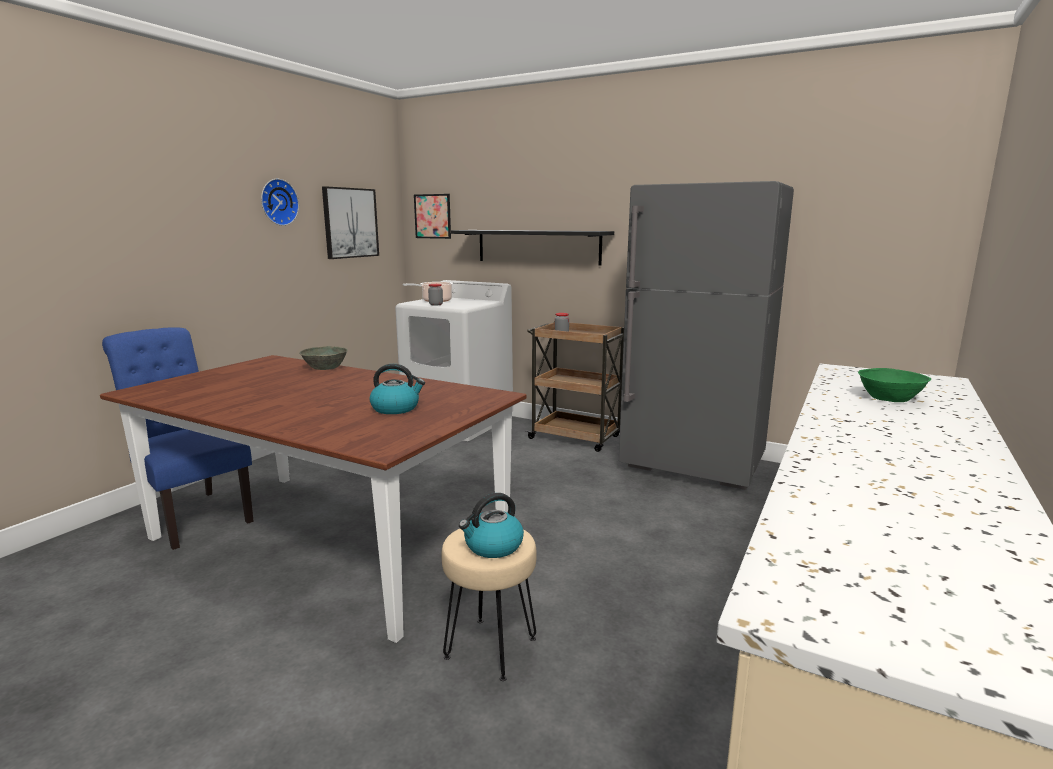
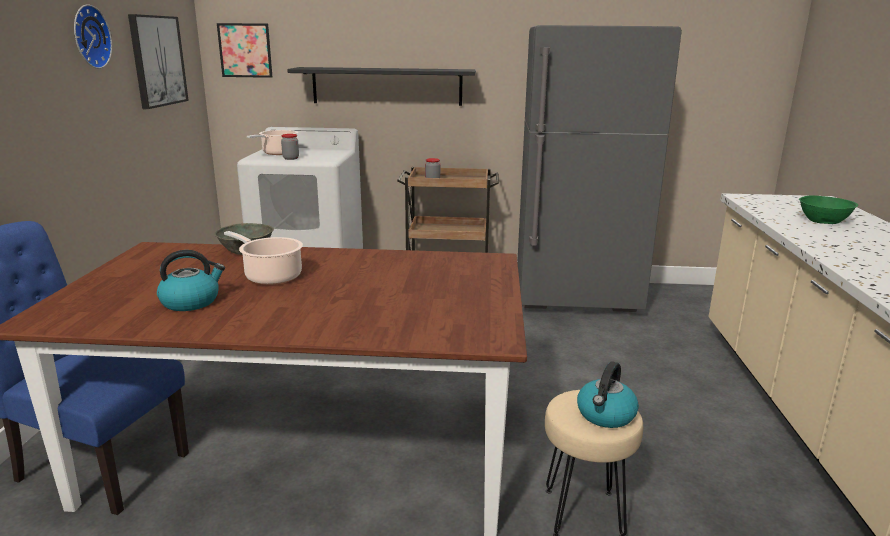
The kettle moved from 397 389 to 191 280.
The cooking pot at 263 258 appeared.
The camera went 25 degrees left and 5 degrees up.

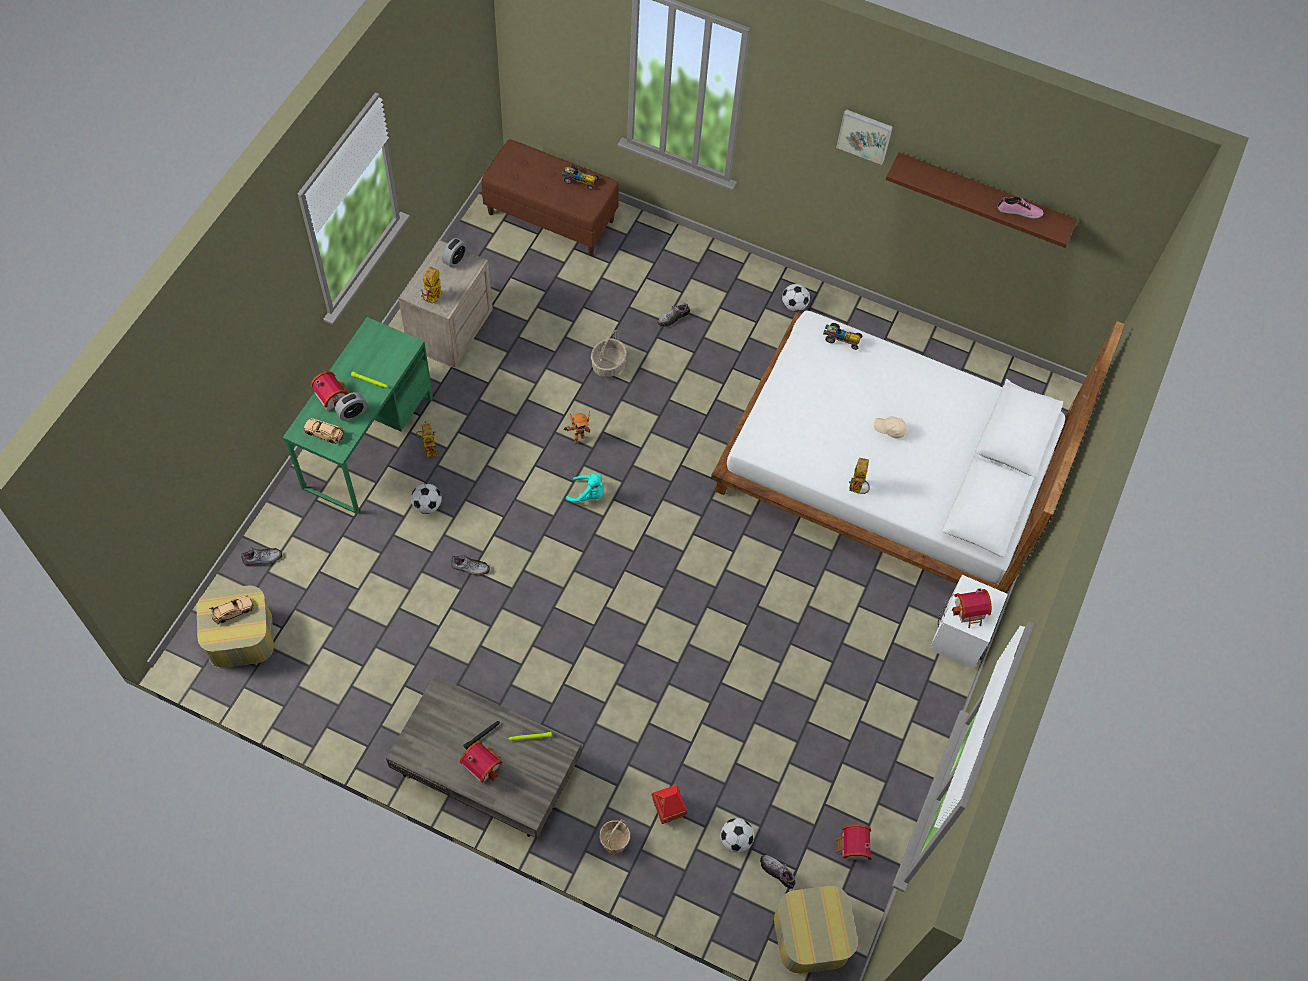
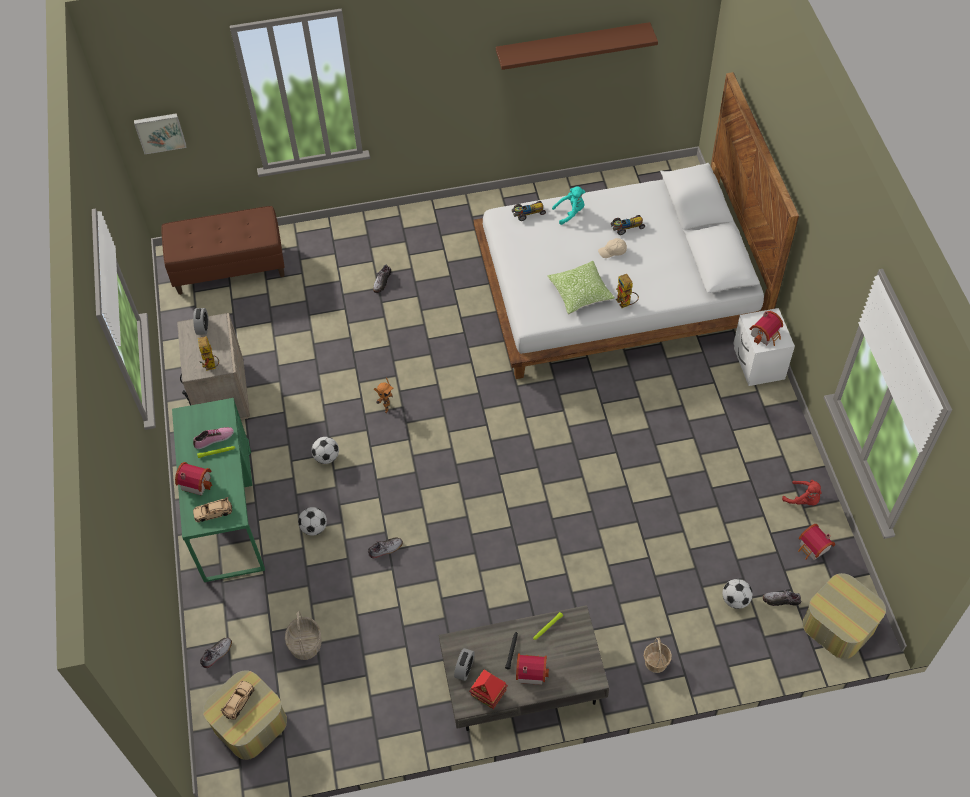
The picture moved from 864 137 to 160 133.
The toy car moved from 580 177 to 628 225.
The shoe moved from 1020 207 to 213 438.
The football moved from 796 298 to 325 450.
The basket moved from 609 353 to 303 635.
The alarm clock moved from 351 406 to 464 664.
The toy robot at 426 439 disappeared.
The turquoise plush toy moved from 585 487 to 568 206.
The toy house moved from 669 804 to 488 689.
The pillow at 581 287 appeared.
The red plush toy at 802 492 appeared.
The camera went 30 degrees left and 5 degrees down.

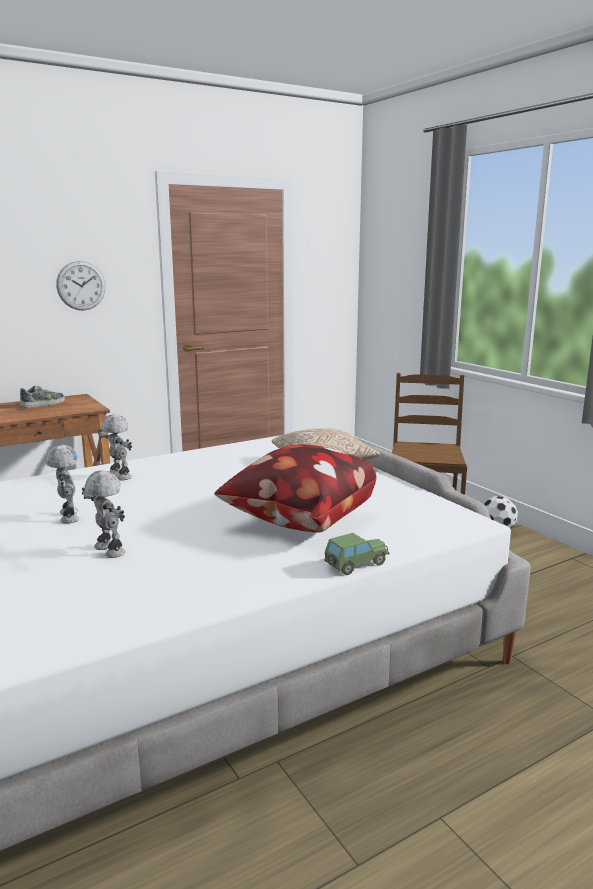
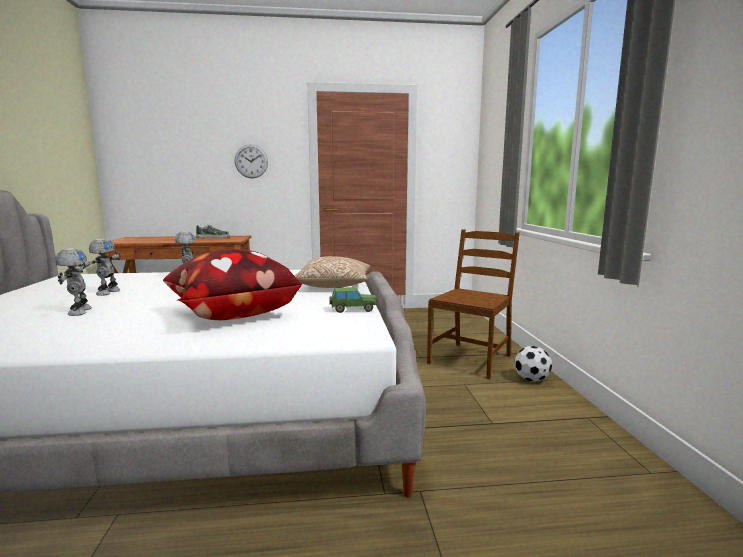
The toy car moved from 357 554 to 353 300.
The camera went 25 degrees right and 5 degrees down.

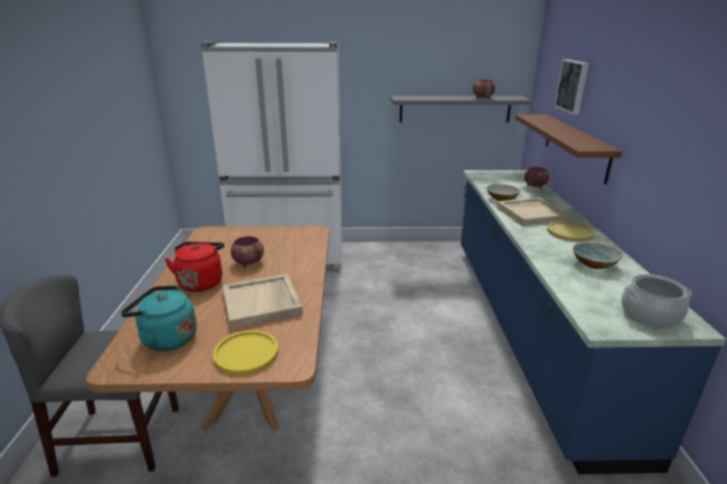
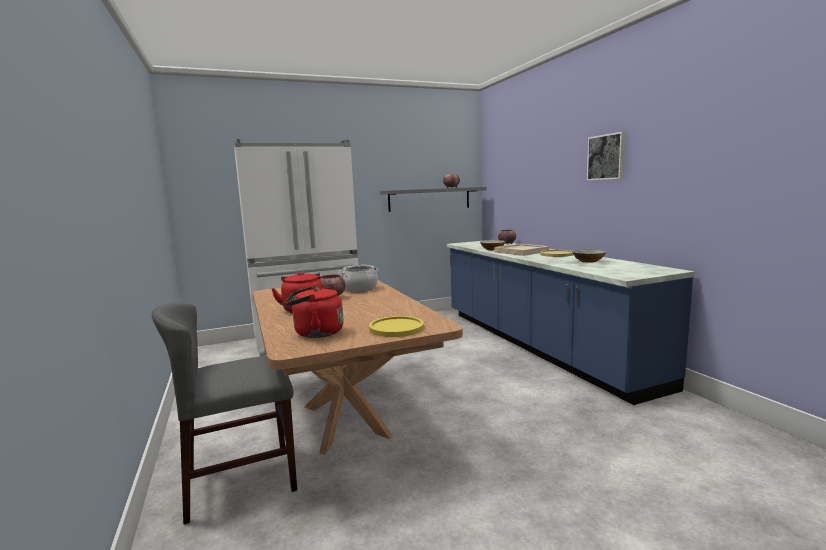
The picture moved from 571 87 to 606 156.
The brown shelf at 568 149 disappeared.
The beige tray at 262 301 disappeared.
The cooking pot moved from 656 301 to 359 278.
The turquoise kettle at 159 318 became the red kettle at 314 311.
The camera went 20 degrees left and 15 degrees down.

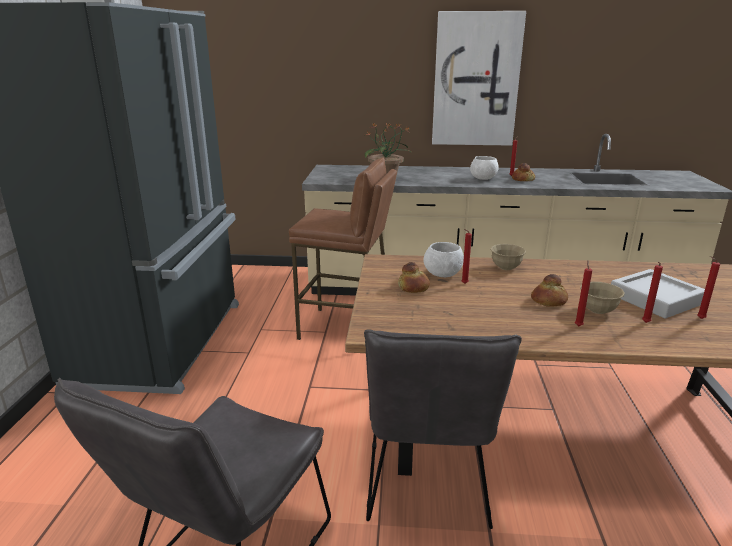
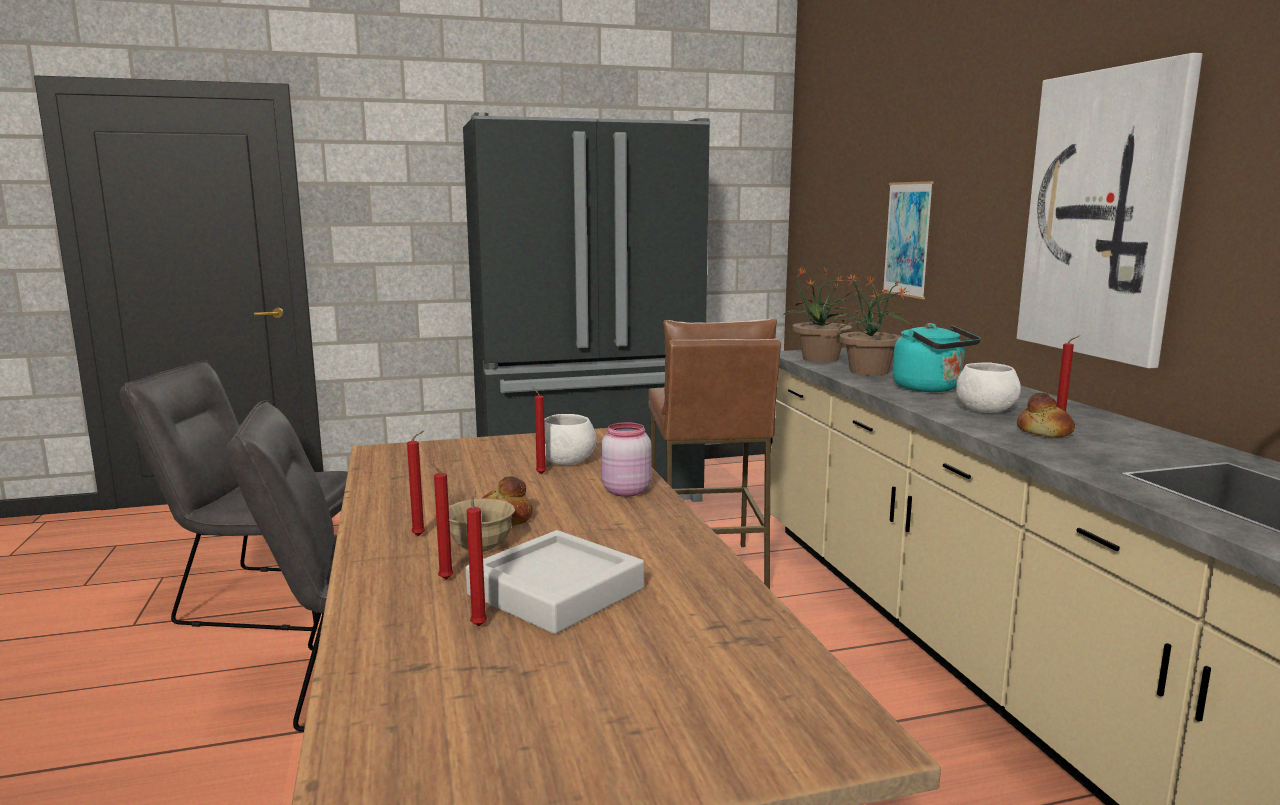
The beige bowl at 508 257 was replaced by the pink jar at 626 459.
The bread at 414 277 disappeared.
The picture at 908 240 appeared.
The potted plant at 821 315 appeared.
The turquoise kettle at 937 357 appeared.
The camera went 70 degrees right and 10 degrees down.

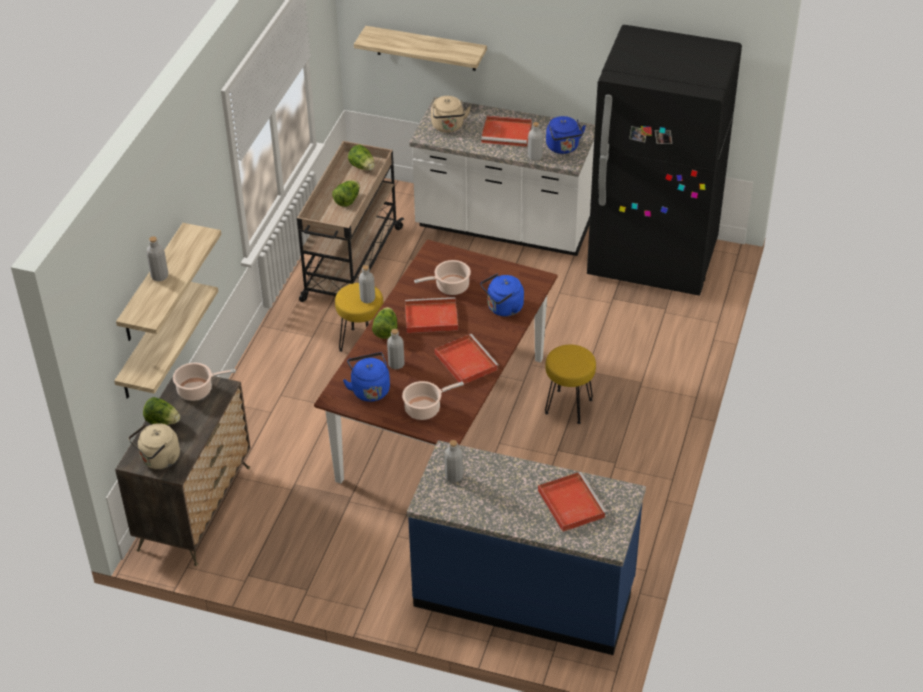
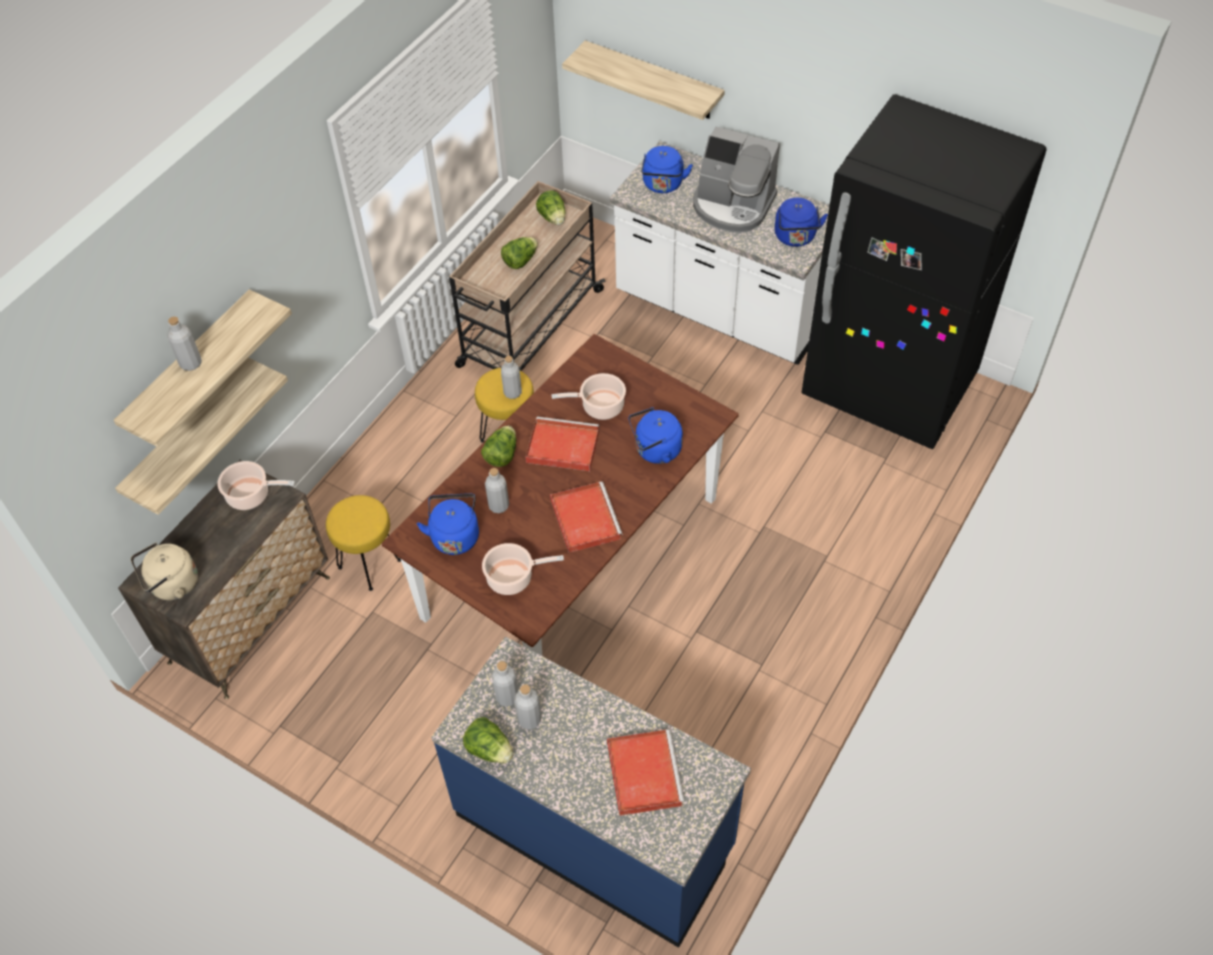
The beige kettle at 451 114 became the blue kettle at 667 169.
The red tray at 506 131 was replaced by the coffee machine at 736 180.
The grey bottle moved from 535 141 to 528 707.
The yellow stool moved from 570 384 to 363 543.
The lettuce moved from 161 411 to 488 740.
The camera went 15 degrees right and 10 degrees up.

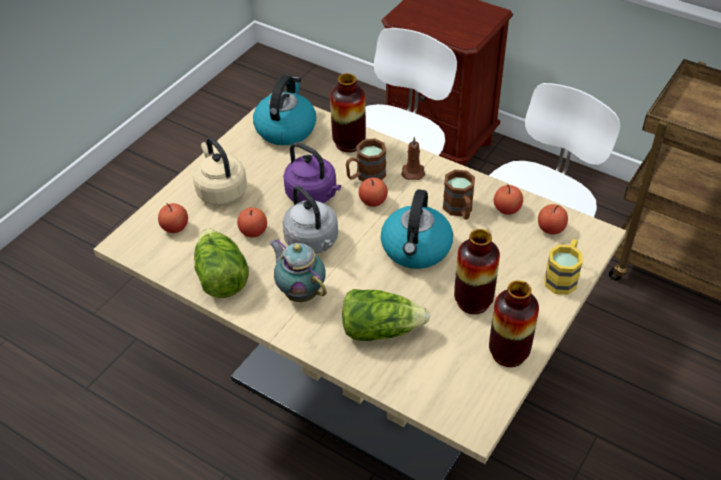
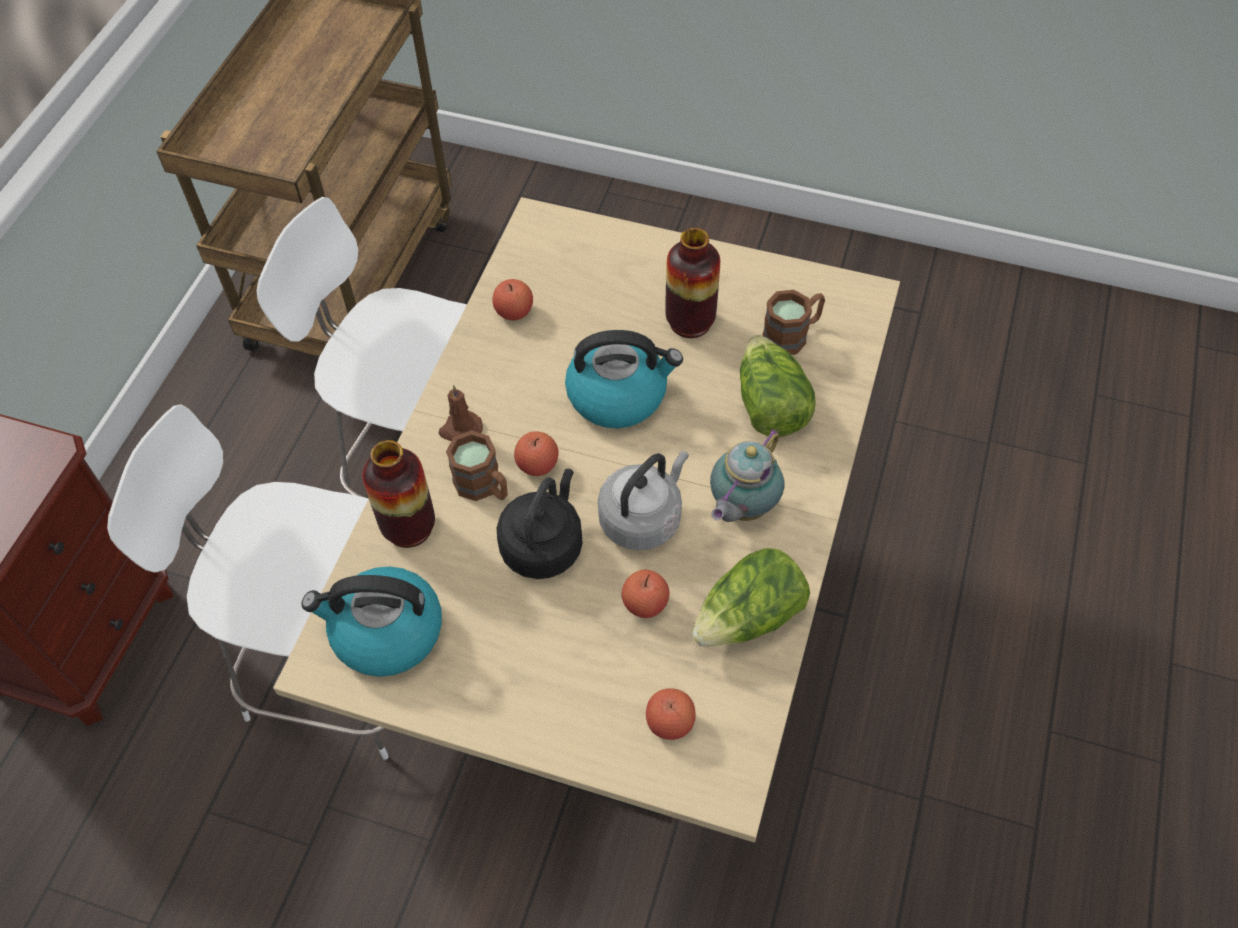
The beige kettle at 220 171 disappeared.
The purple kettle at 312 172 became the black kettle at 540 524.
The brown mug moved from 459 194 to 793 322.
The apple at 553 219 disappeared.
The yellow mug at 563 267 disappeared.
The vase at 514 323 disappeared.
The camera went 105 degrees left and 10 degrees up.

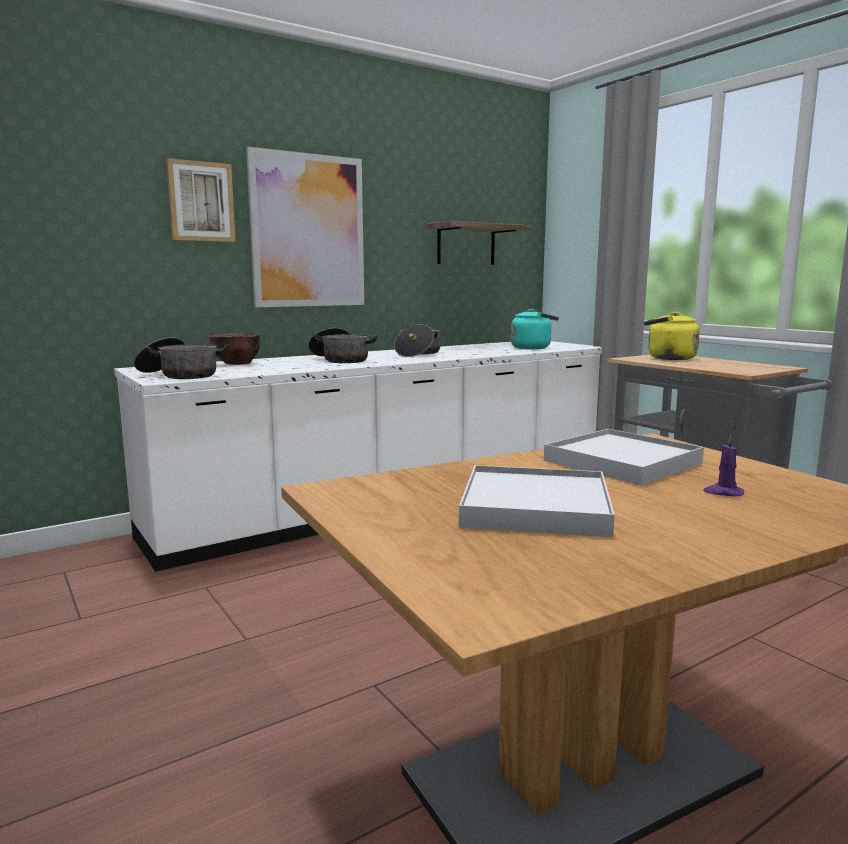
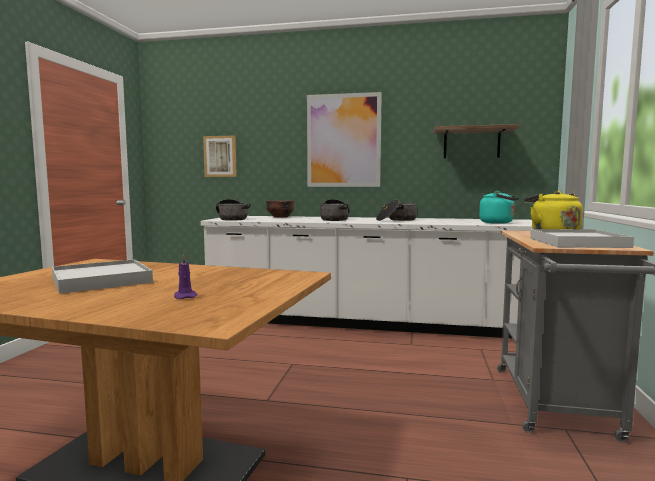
The picture moved from 201 200 to 220 156.
The white tray moved from 624 457 to 582 238.
The camera went 45 degrees right and 5 degrees down.

